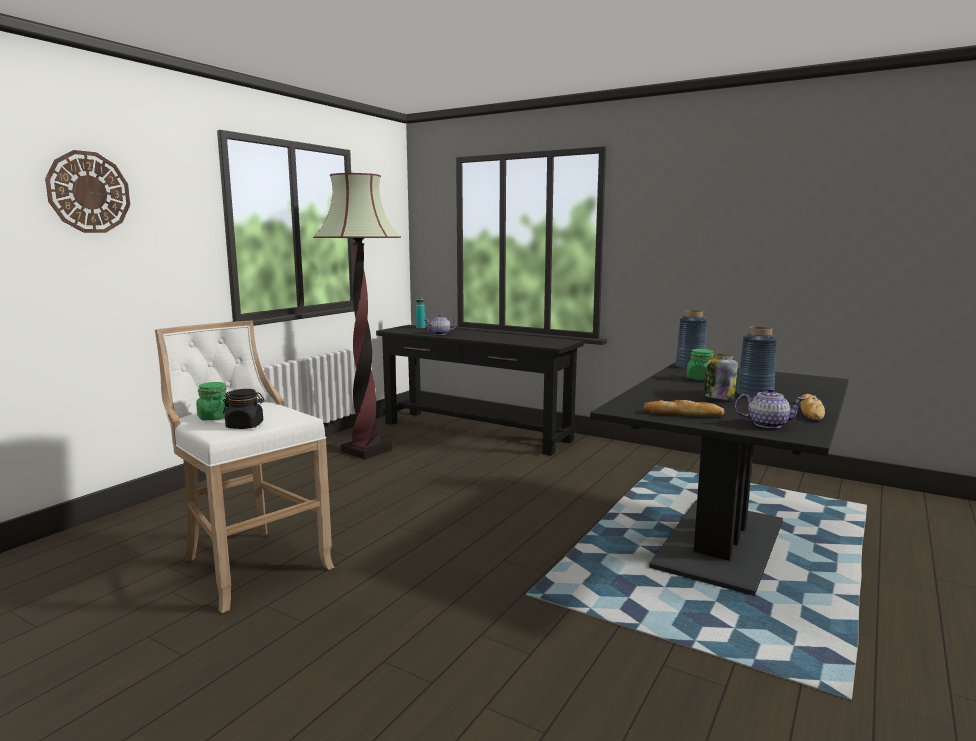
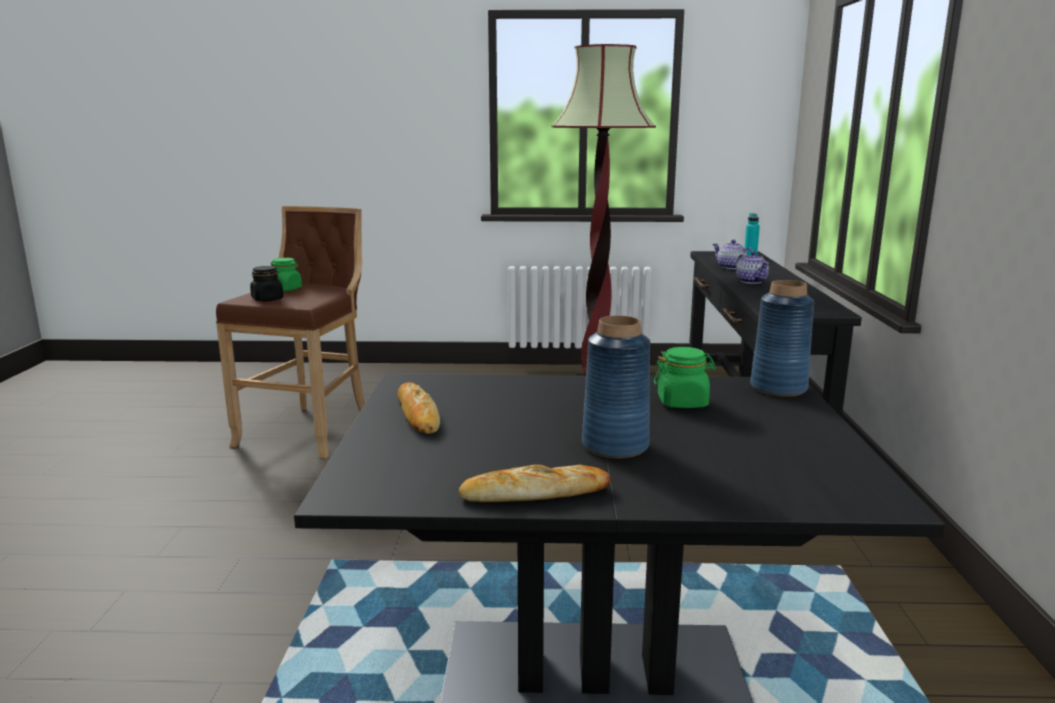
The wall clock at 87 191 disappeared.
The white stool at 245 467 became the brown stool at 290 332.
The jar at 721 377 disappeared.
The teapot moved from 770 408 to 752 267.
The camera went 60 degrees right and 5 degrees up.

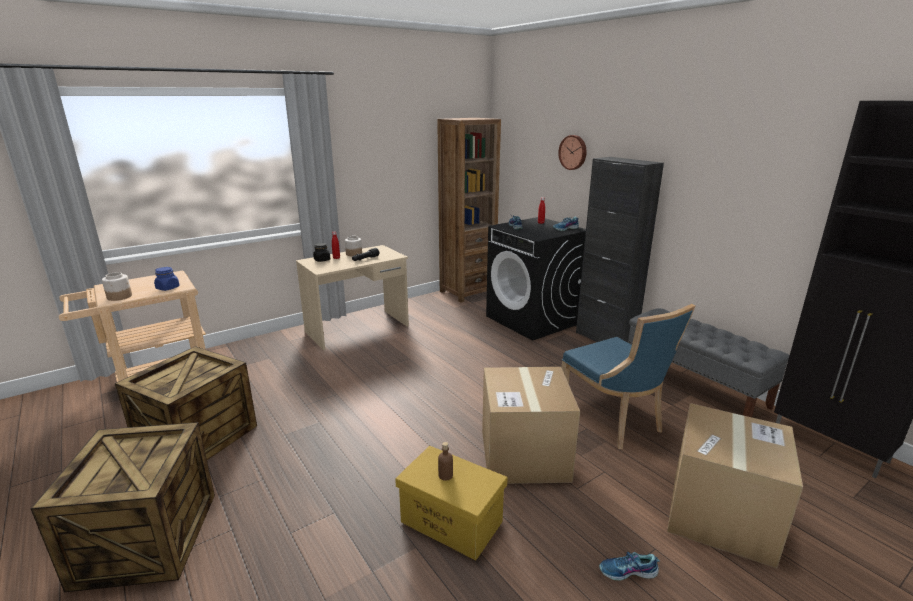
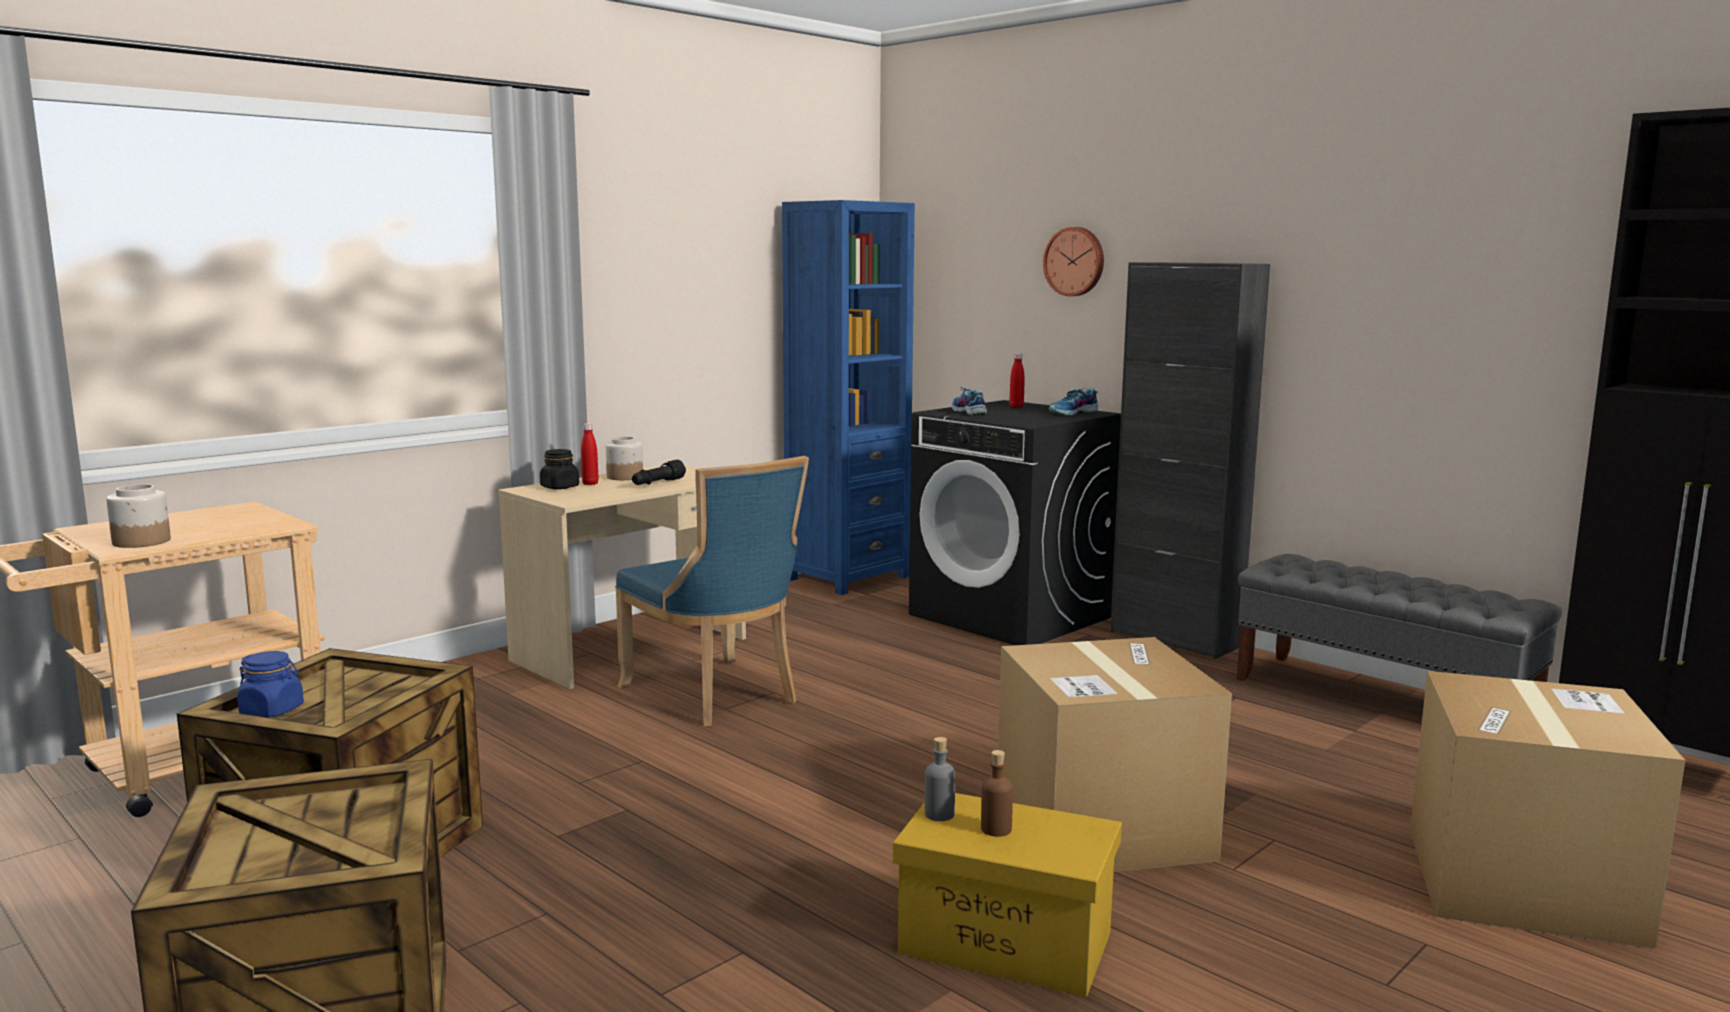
The brown bookcase at 469 210 became the blue bookcase at 848 397.
The blue jar moved from 167 279 to 270 684.
The blue chair moved from 628 376 to 712 591.
The shoe at 629 566 disappeared.
The grey bottle at 940 779 appeared.
The camera went 10 degrees left and 10 degrees down.

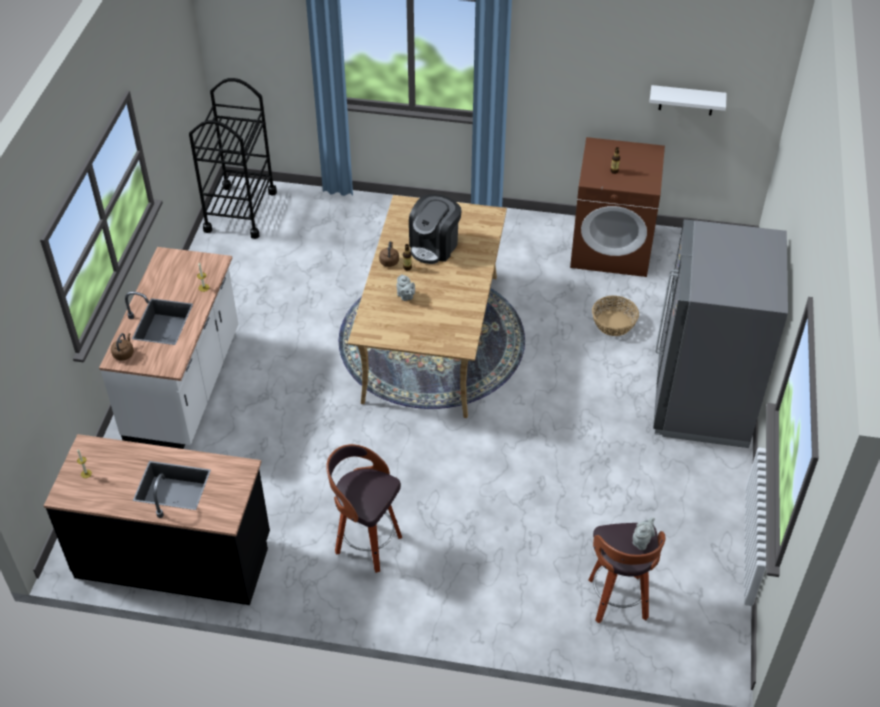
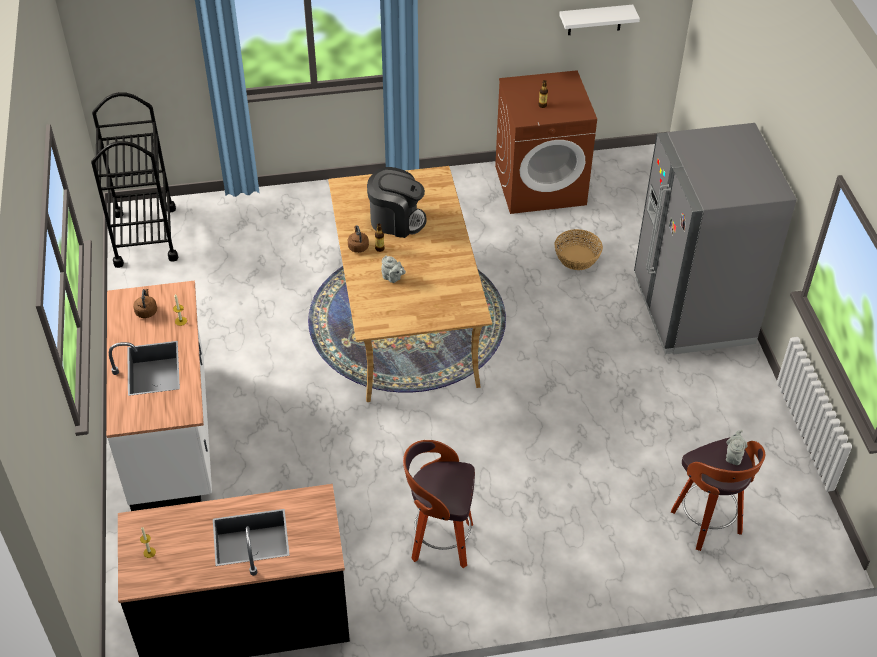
The coffee machine at 435 229 turned 90 degrees counterclockwise.
The brown kettle moved from 122 346 to 145 303.
The camera went 20 degrees left and 0 degrees up.

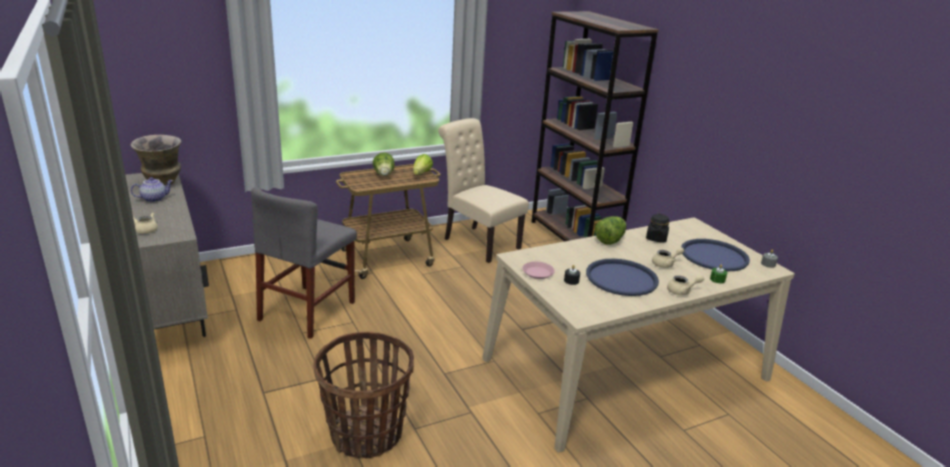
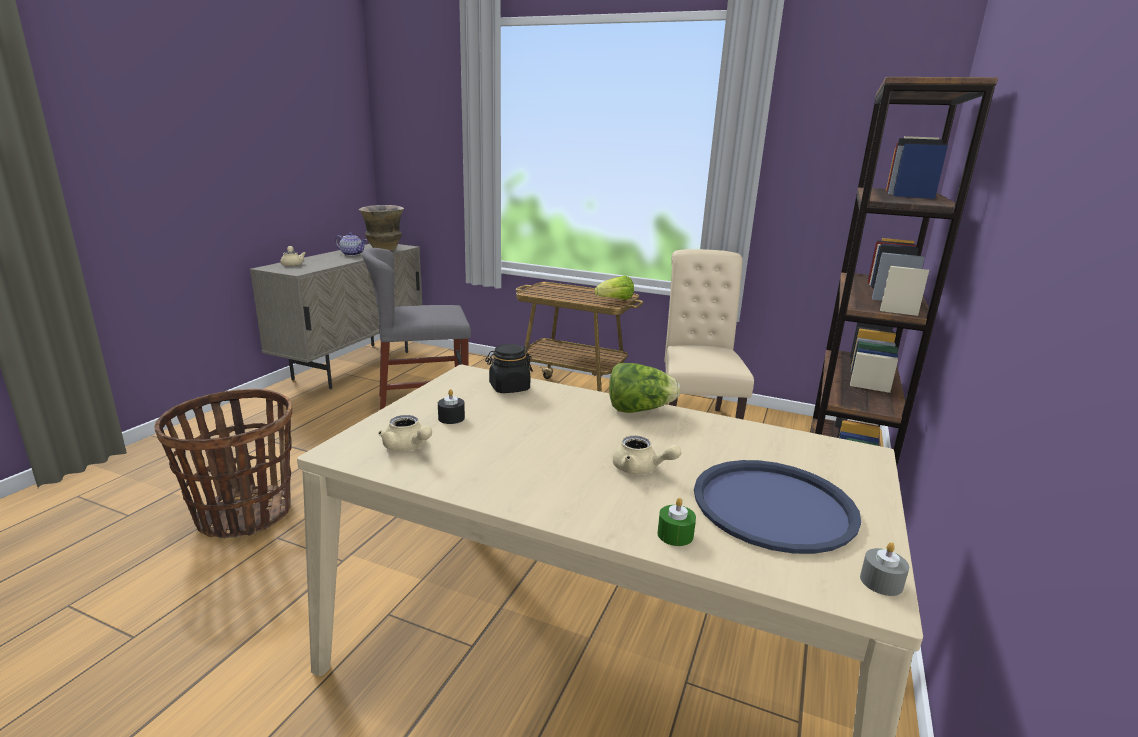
The lettuce at 384 164 disappeared.
The black jar moved from 657 228 to 509 368.
The blue tray at 622 277 disappeared.
The pink plate at 538 270 disappeared.
The beige teapot moved from 685 285 to 405 433.
The camera went 50 degrees right and 5 degrees down.

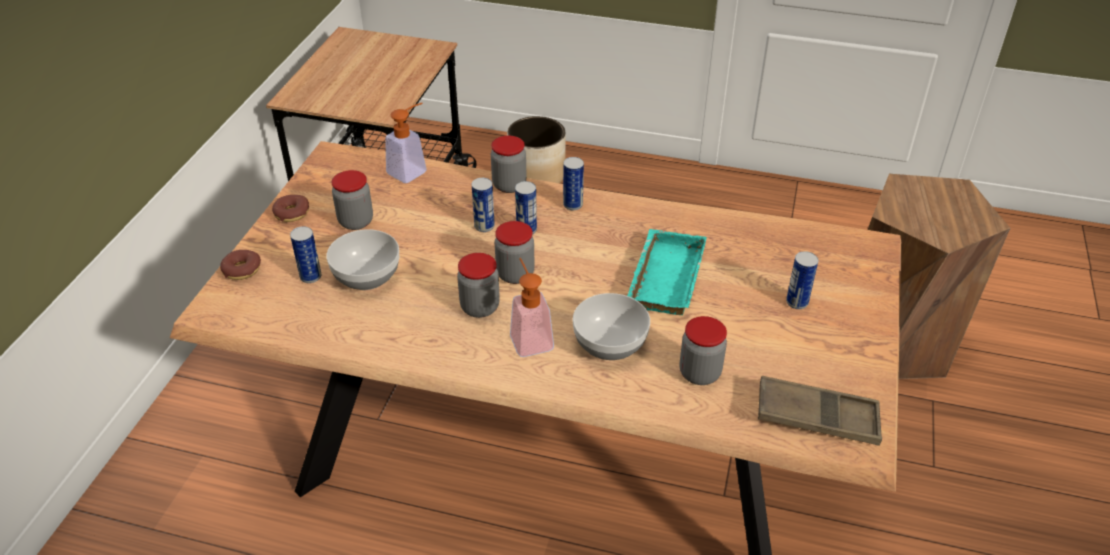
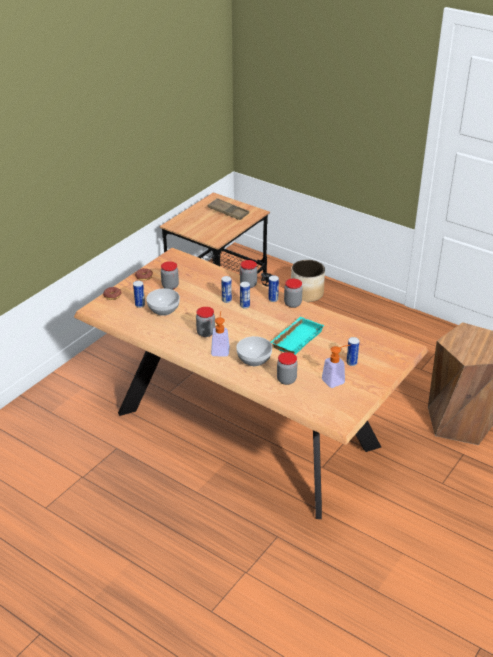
The soap dispenser moved from 406 143 to 336 366.
The jar moved from 515 252 to 293 293.
The brown tray moved from 820 411 to 228 209.
The camera went 20 degrees right and 5 degrees down.

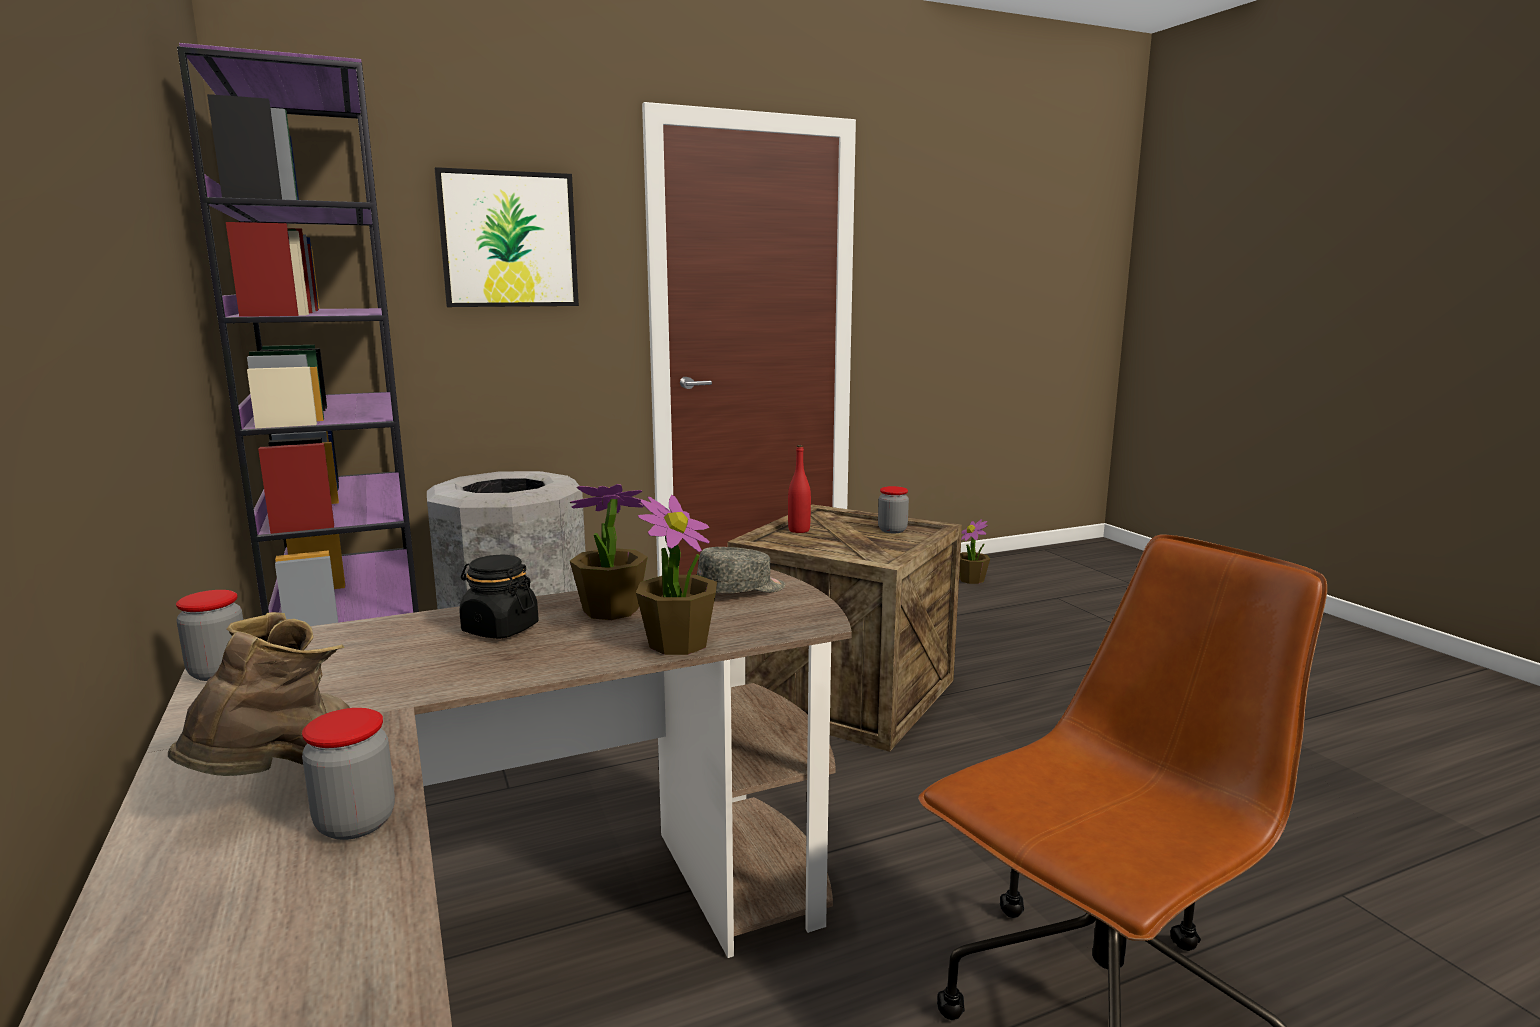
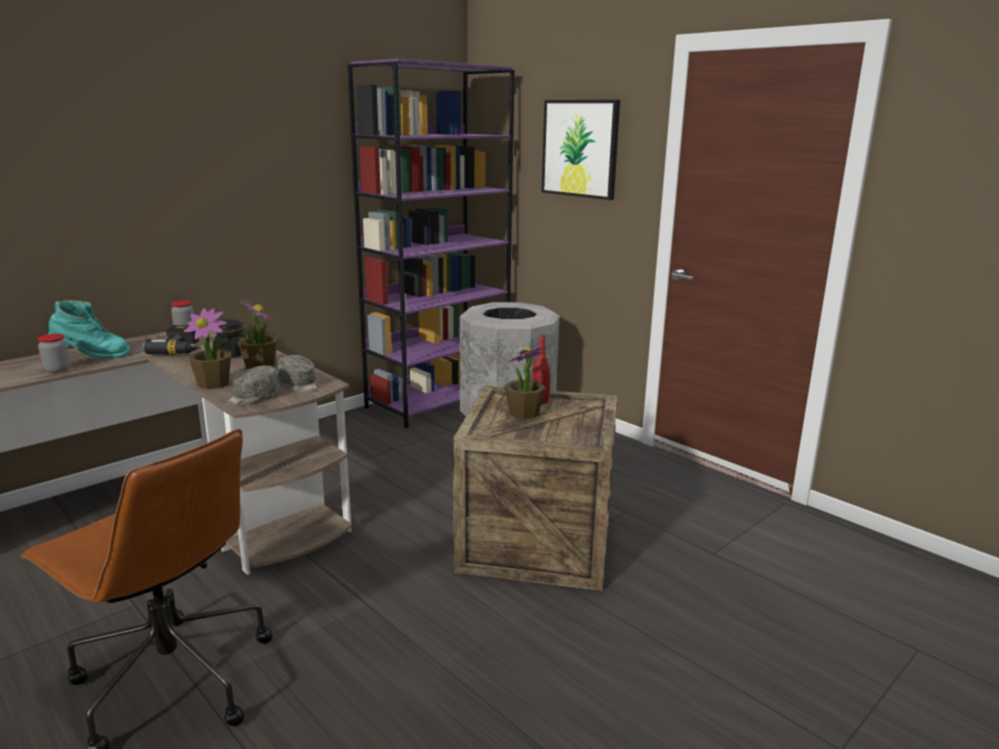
The jar at 893 509 disappeared.
The potted plant moved from 974 551 to 524 382.
The brown boot at 259 694 became the turquoise boot at 89 329.
The power drill at 171 340 appeared.
The grey cap at 253 386 appeared.
The camera went 70 degrees right and 5 degrees up.

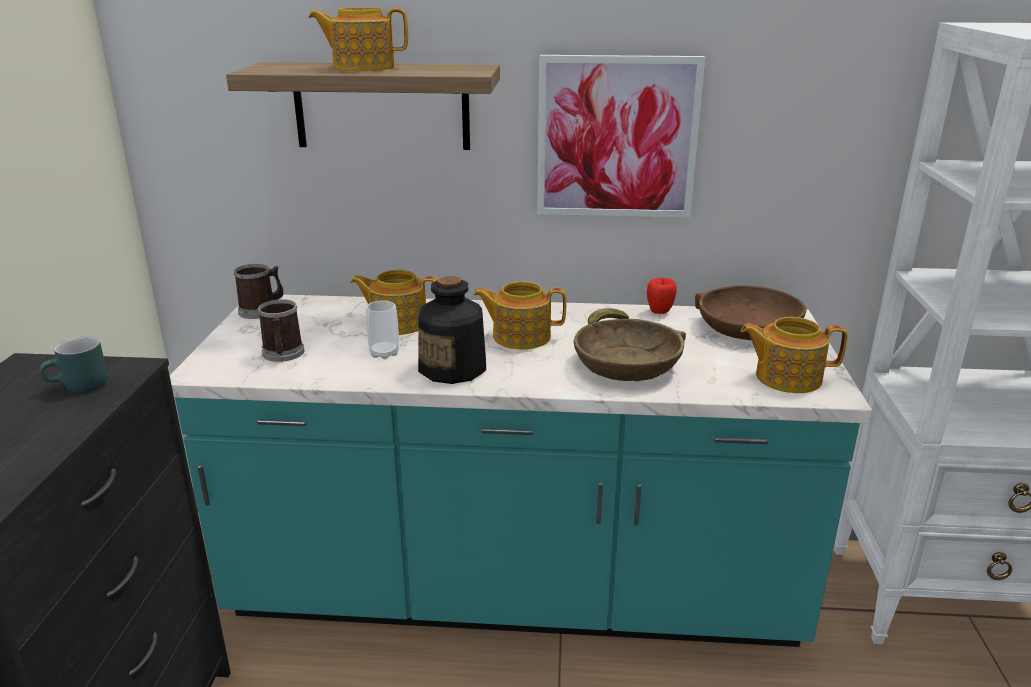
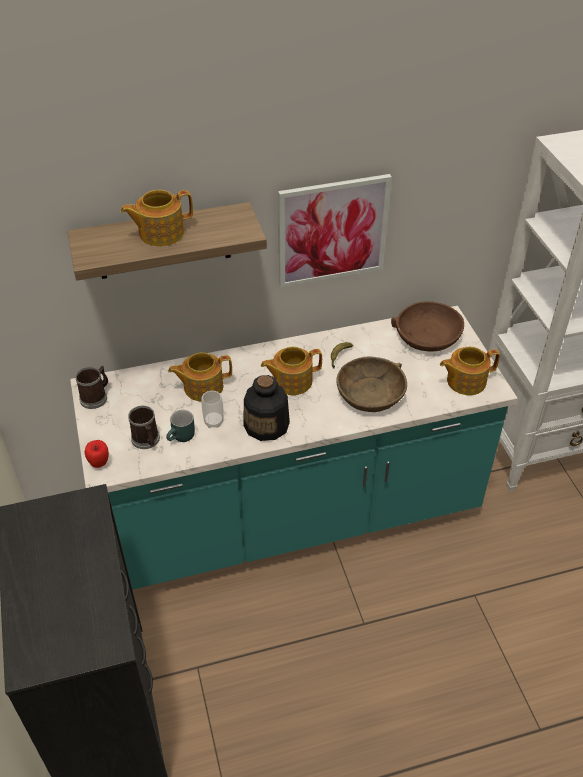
The apple moved from 662 296 to 97 454.
The turquoise mug moved from 73 365 to 180 426.
The camera went 20 degrees left and 20 degrees up.

